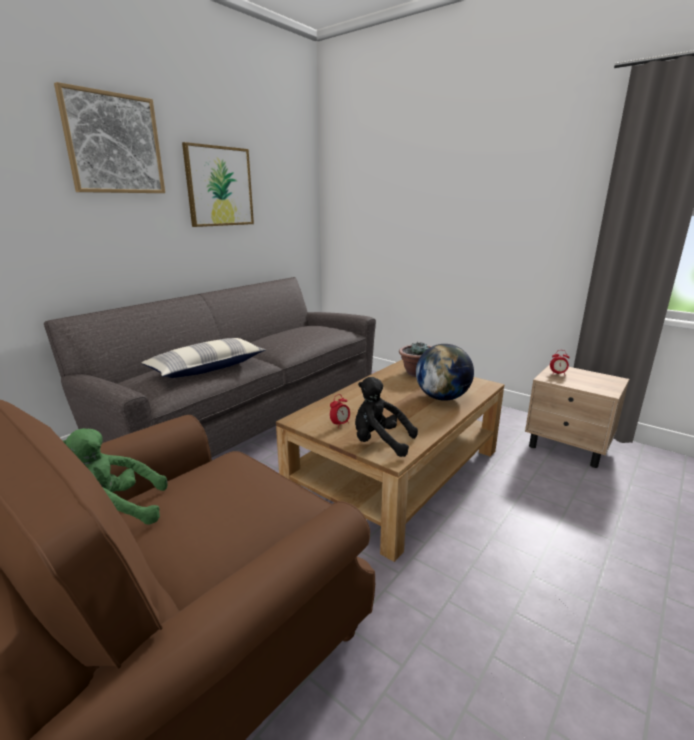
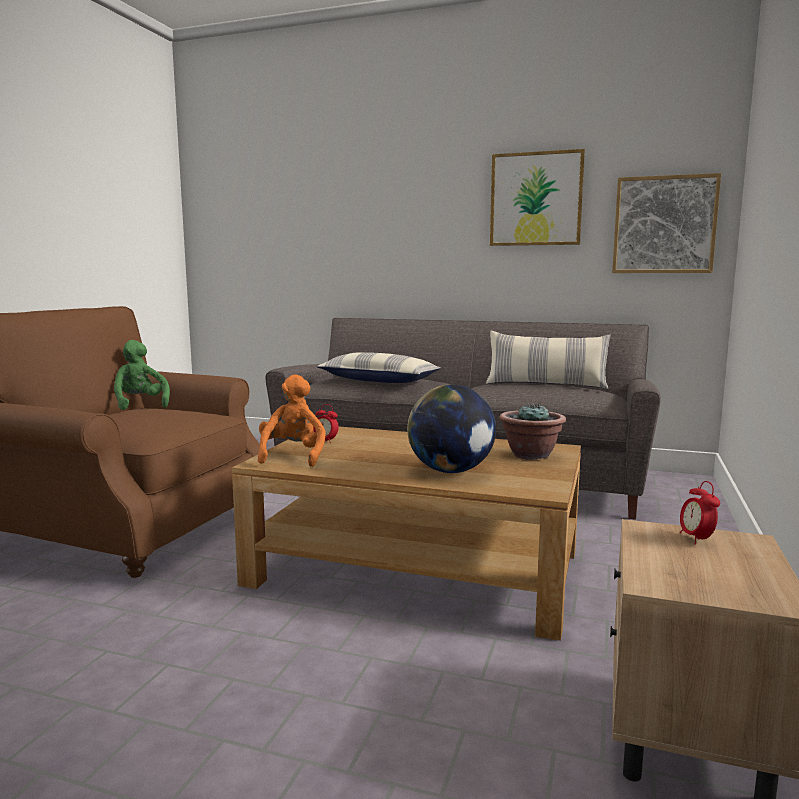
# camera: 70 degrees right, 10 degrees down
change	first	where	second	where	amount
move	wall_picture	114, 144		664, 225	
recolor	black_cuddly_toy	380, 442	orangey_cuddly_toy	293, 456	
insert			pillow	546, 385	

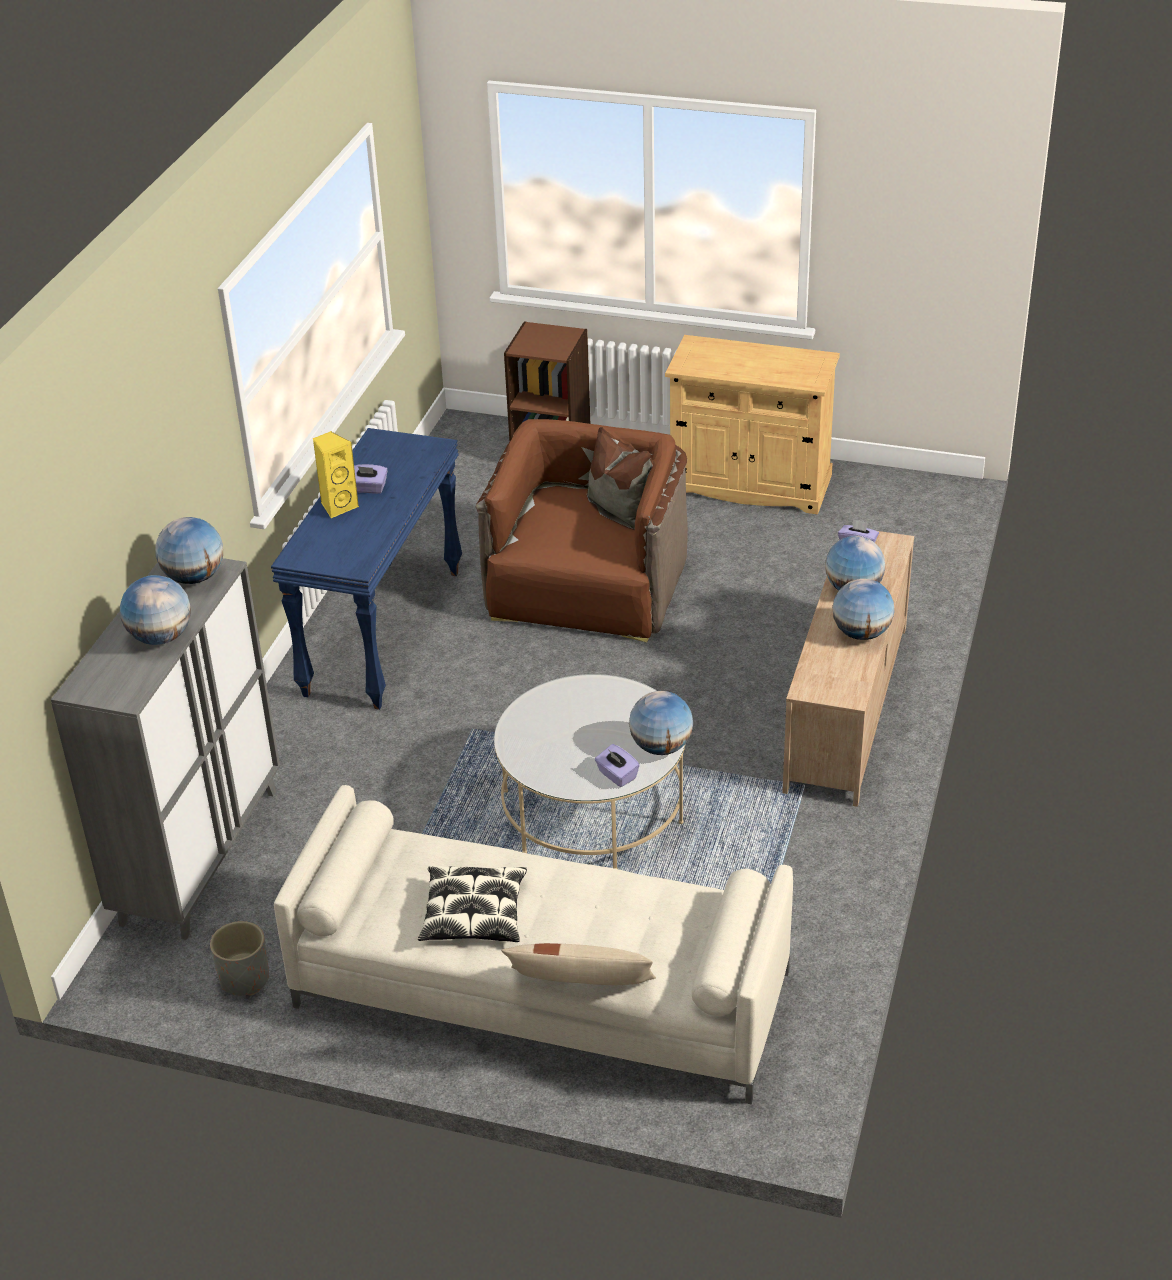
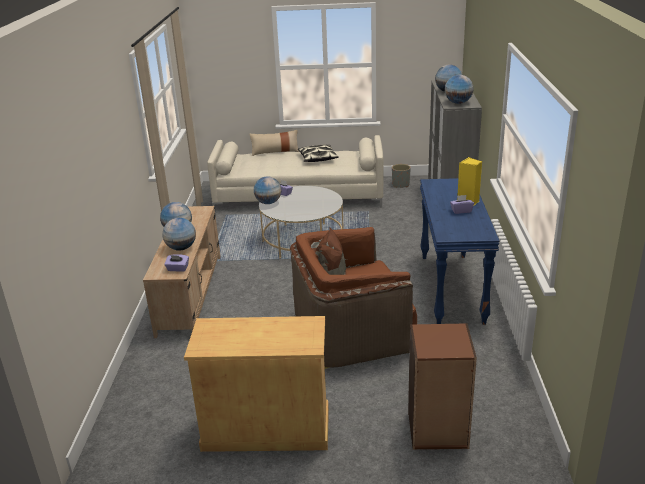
# camera: 165 degrees right, 10 degrees down
change	first	where	second	where	amount
rotate	brownish_armchair	588, 587		352, 330	75 degrees clockwise

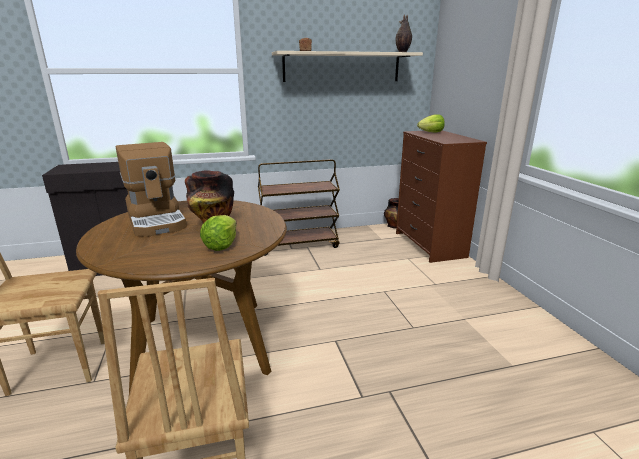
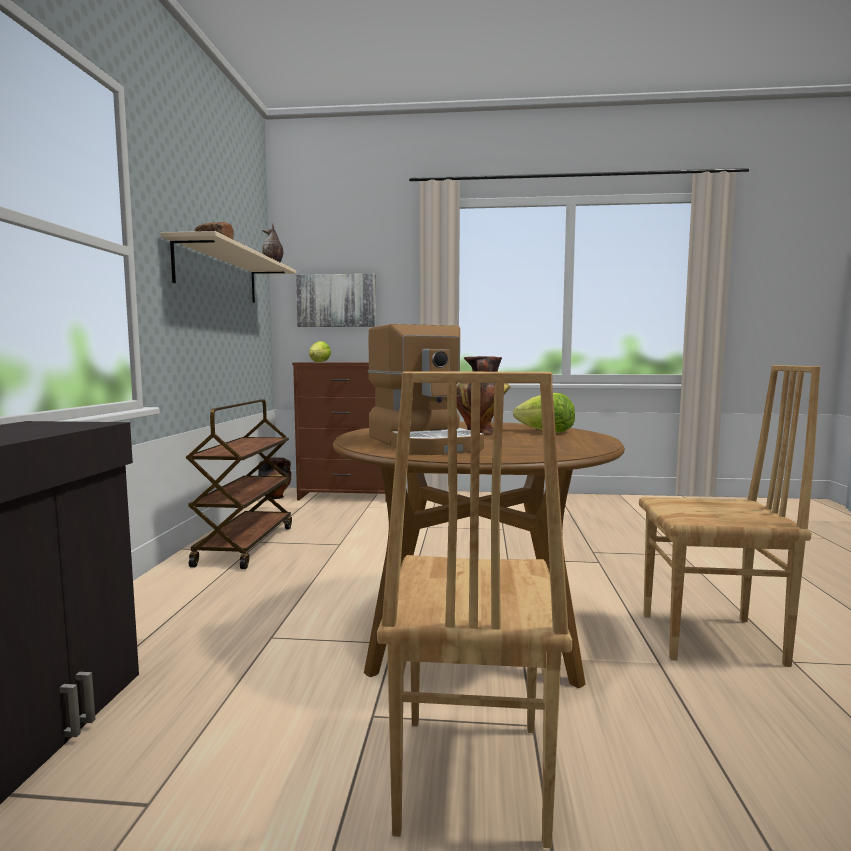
# camera: 70 degrees left, 15 degrees down
change	first	where	second	where	amount
rotate	coffee_brewer	157, 220		425, 443	75 degrees clockwise
insert			wall_picture	336, 301	

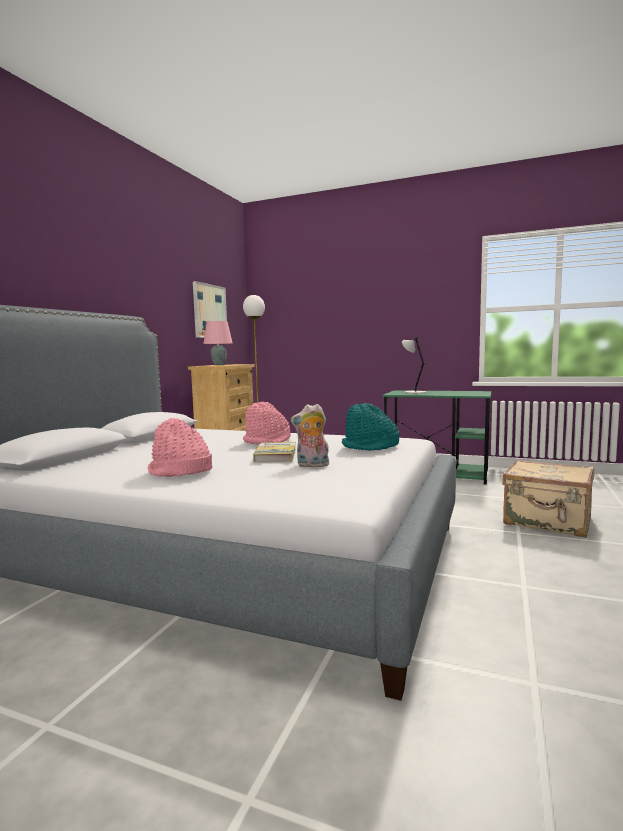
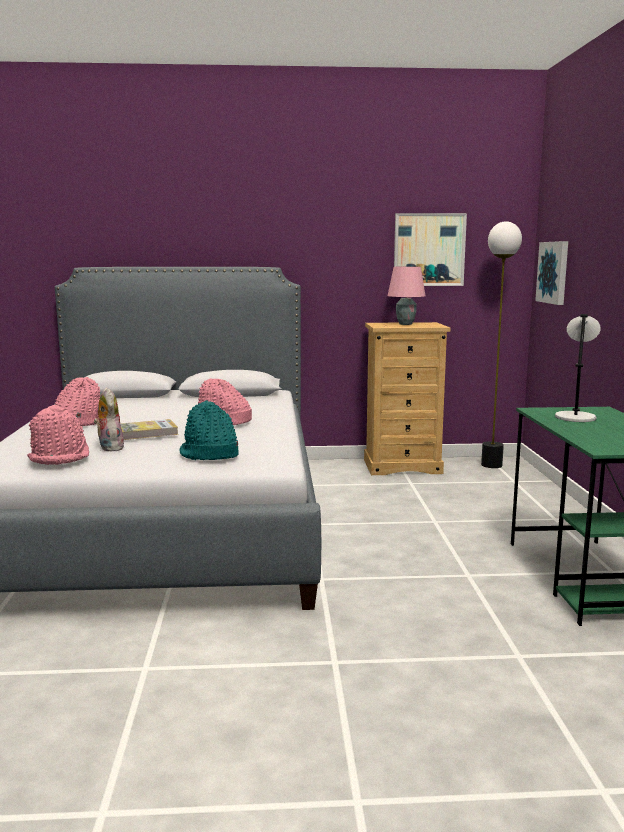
# camera: 65 degrees right, 5 degrees up
change	first	where	second	where	amount
delete	sand-coloured_suitcase	547, 522			
insert			pink-coloured_clothing_hat	60, 457	
insert			wall_picture	553, 272	

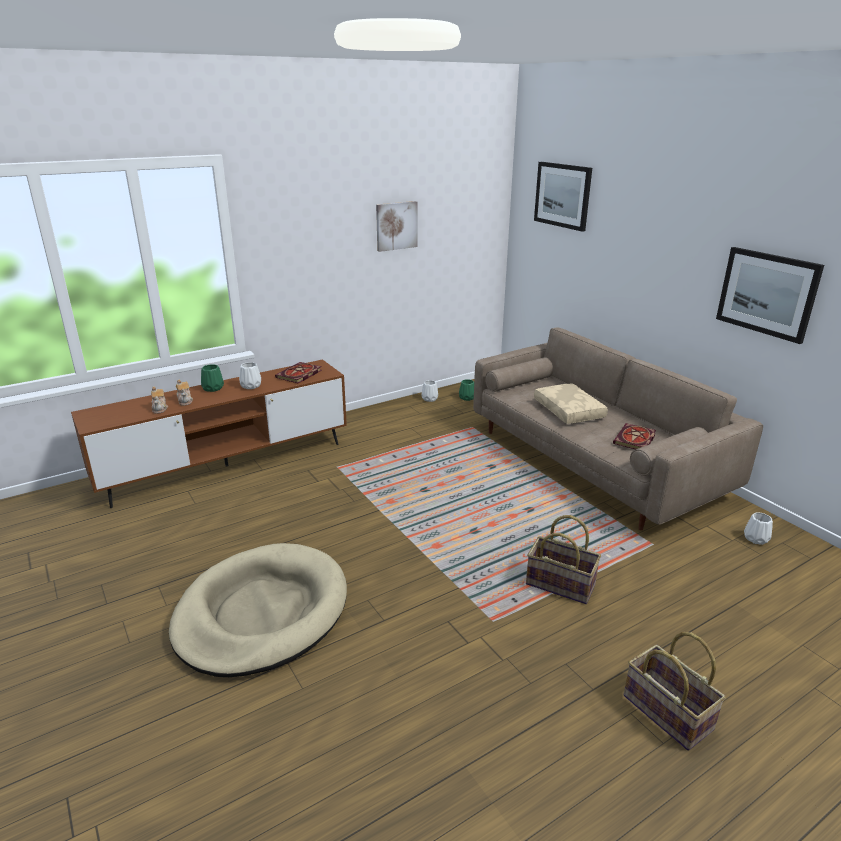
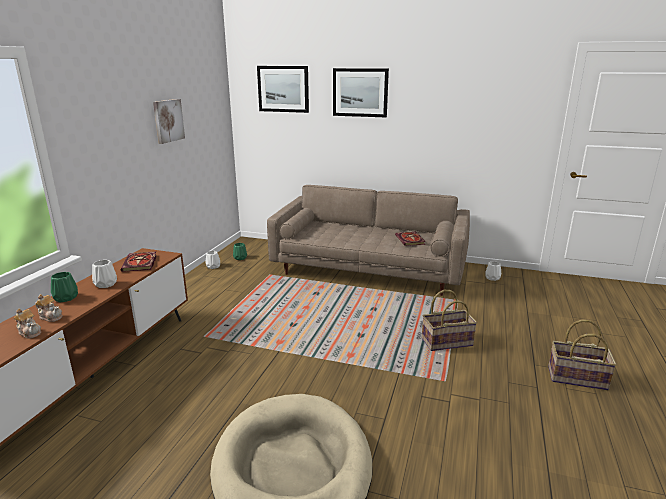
# camera: 40 degrees left, 5 degrees down
change	first	where	second	where	amount
delete	sand-coloured_pillow	570, 411			
move	wall_picture	767, 293		360, 92	

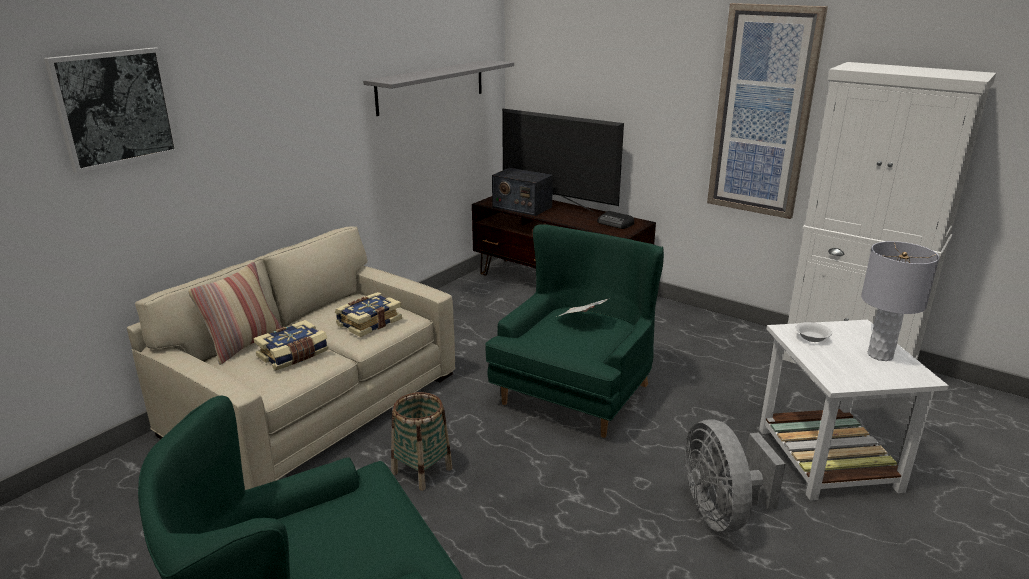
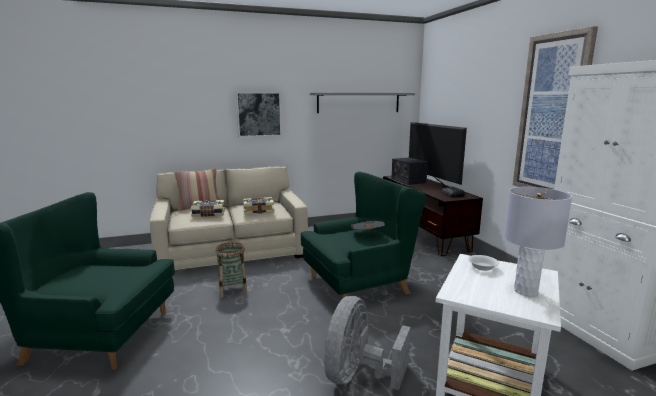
# camera: 35 degrees right, 10 degrees down
change	first	where	second	where	amount
move	wall_picture	114, 108		259, 114	

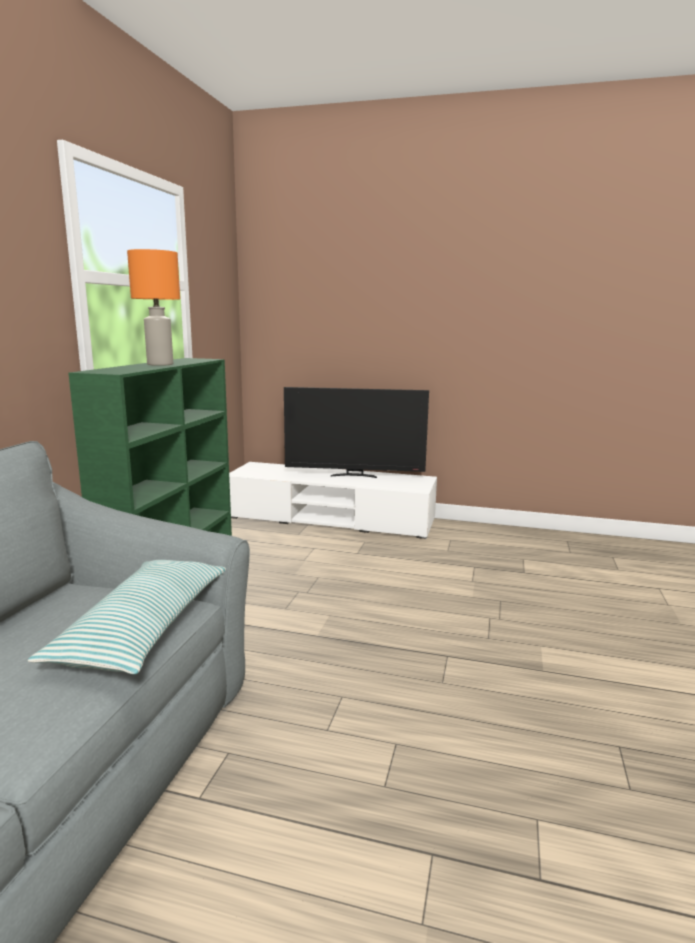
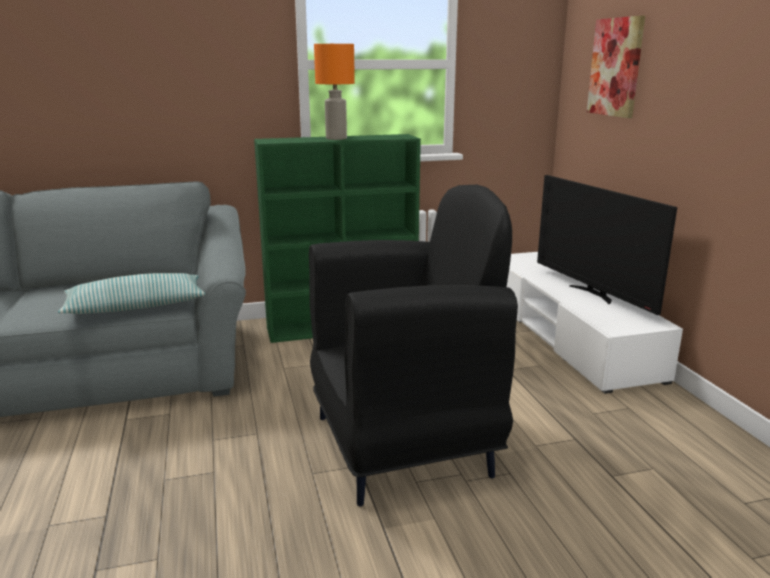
# camera: 60 degrees right, 5 degrees up
change	first	where	second	where	amount
insert			black_armchair	405, 445	
insert			wall_picture	616, 67	

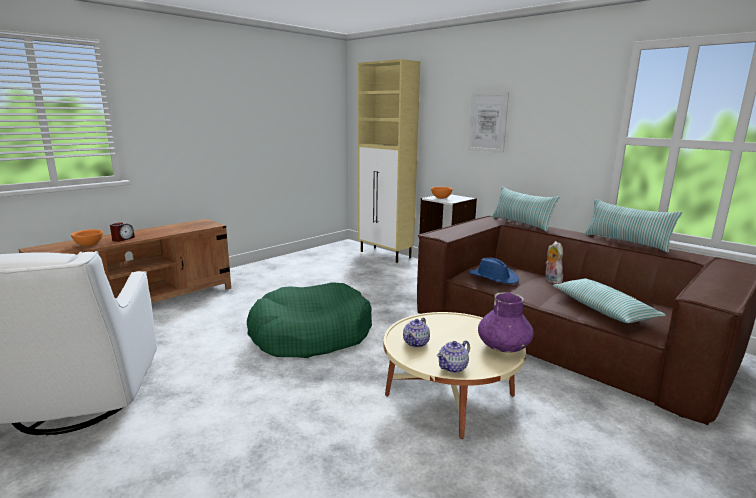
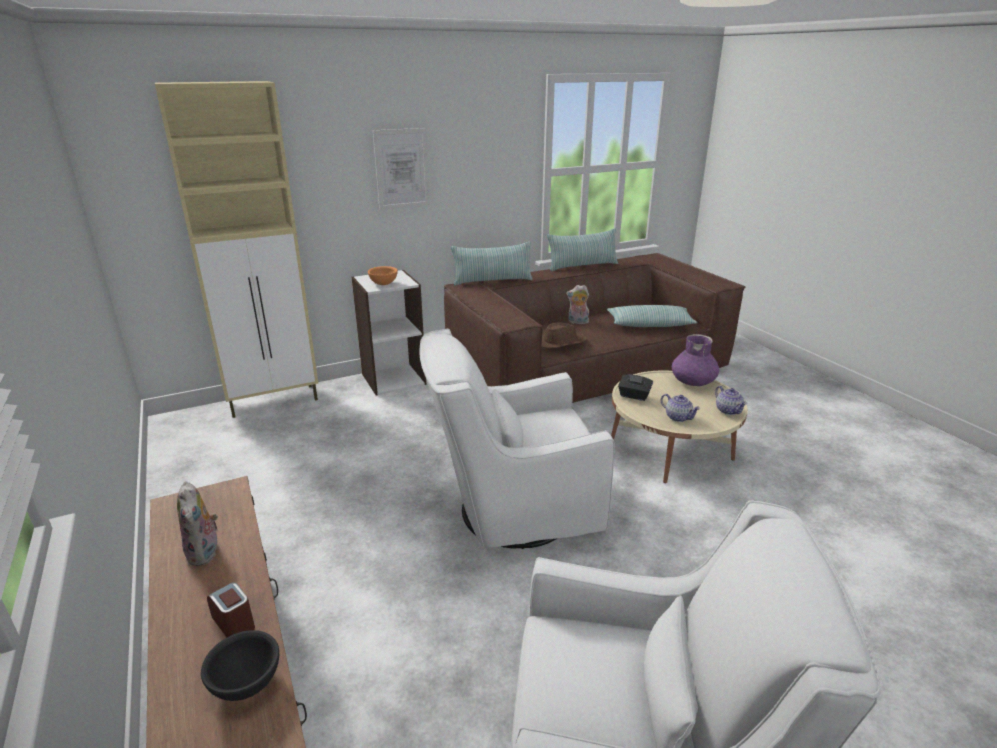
# camera: 70 degrees left, 10 degrees up
change	first	where	second	where	amount
recolor	orangey_serving_bowl	89, 245	black_serving_bowl	245, 683	
replace	green-coloured_pet_bed	310, 334	white-coloured_armchair	511, 511	
recolor	bluish_clothing_hat	493, 277	brownish_clothing_hat	560, 342	
insert			cuddly_toy	205, 552	
insert			black_box_of_tissues	634, 396	

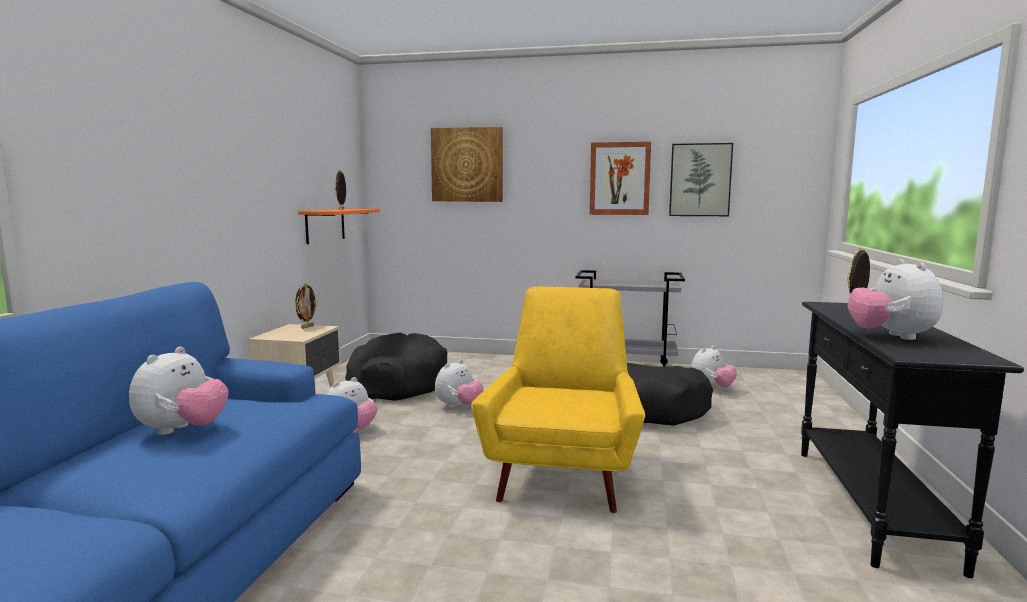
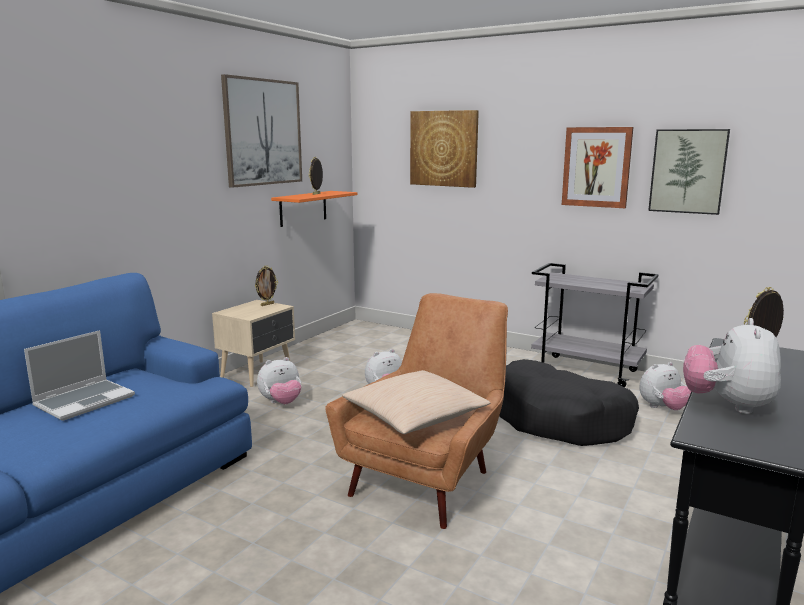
# camera: 20 degrees right, 5 degrees up
change	first	where	second	where	amount
replace	cuddly_toy	182, 430	laptop	85, 400	
delete	black_pet_bed	397, 382			
recolor	yellowish_armchair	563, 472	brownish_armchair	429, 477	
insert			wall_picture	263, 132	
insert			sand-coloured_pillow	414, 416	

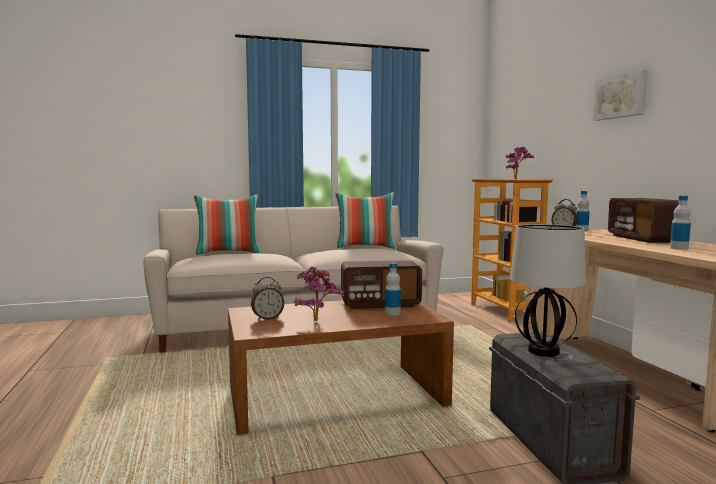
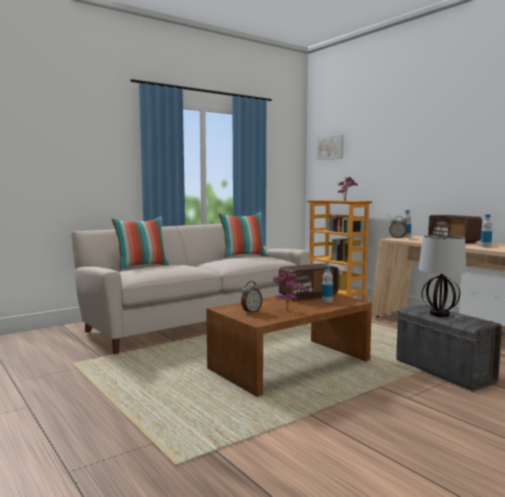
# camera: 20 degrees left, 0 degrees up
change	first	where	second	where	amount
move	wall_picture	621, 96		330, 147	

